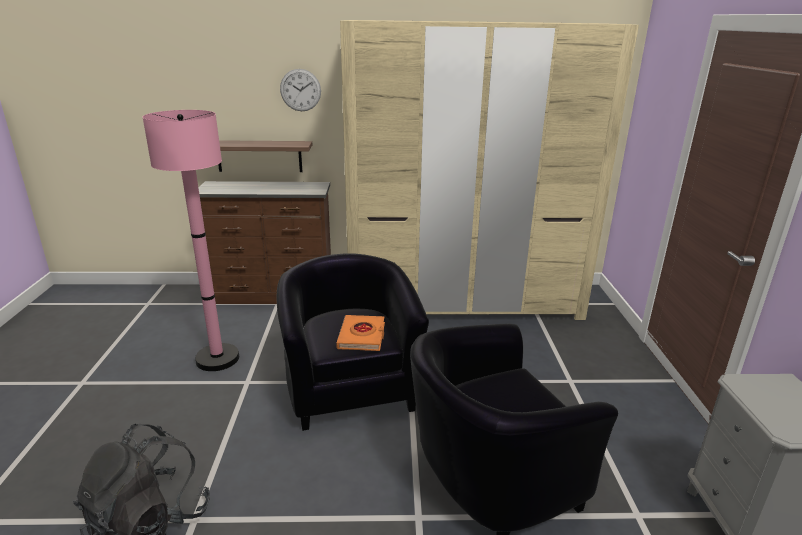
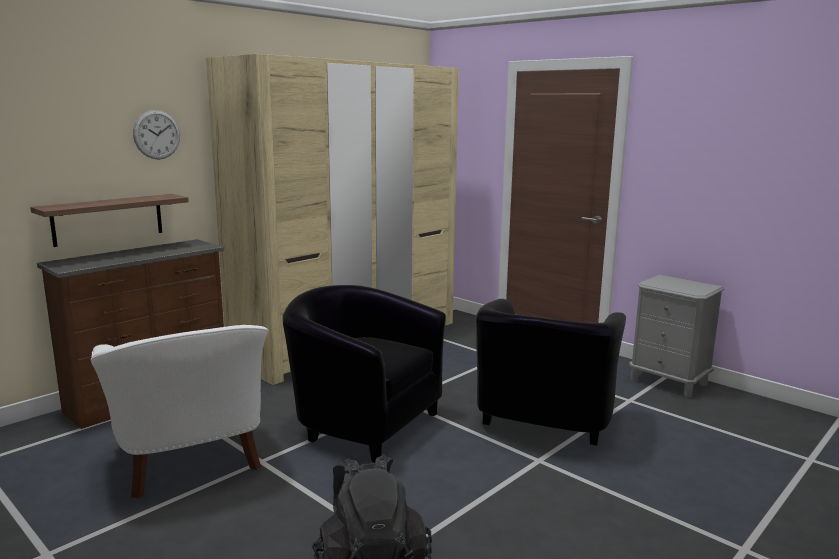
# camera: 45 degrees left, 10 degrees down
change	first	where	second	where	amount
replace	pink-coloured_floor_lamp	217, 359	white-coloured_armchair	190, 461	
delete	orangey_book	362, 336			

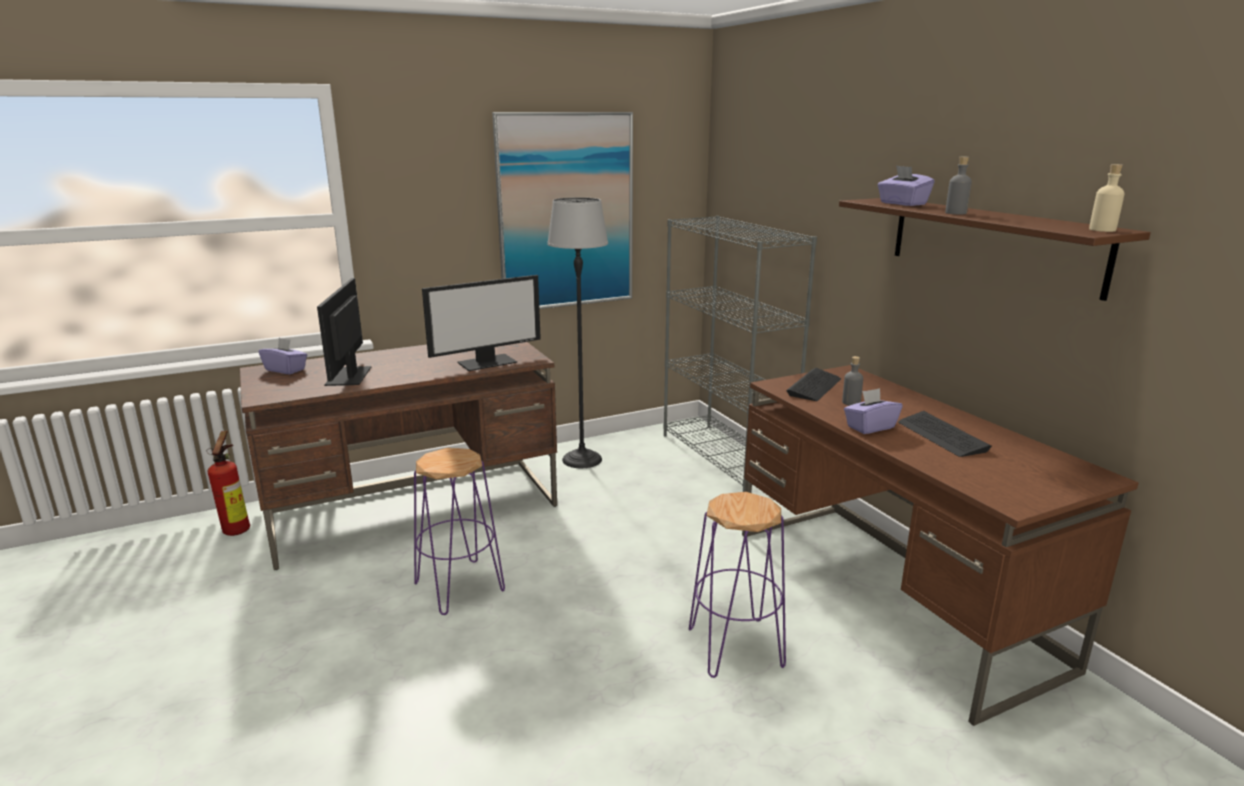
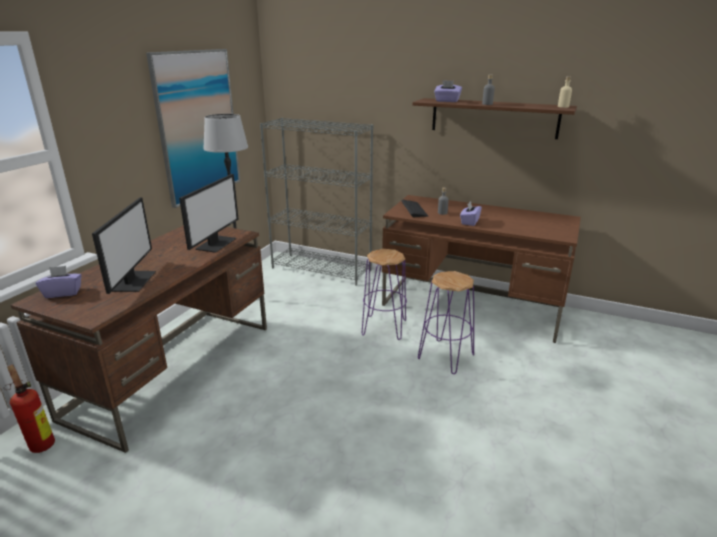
# camera: 40 degrees left, 5 degrees up
change	first	where	second	where	amount
rotate	computer_display	349, 376		133, 281	135 degrees counterclockwise
move	purplish_stool	459, 587		384, 328	
delete	keyboard	941, 436			

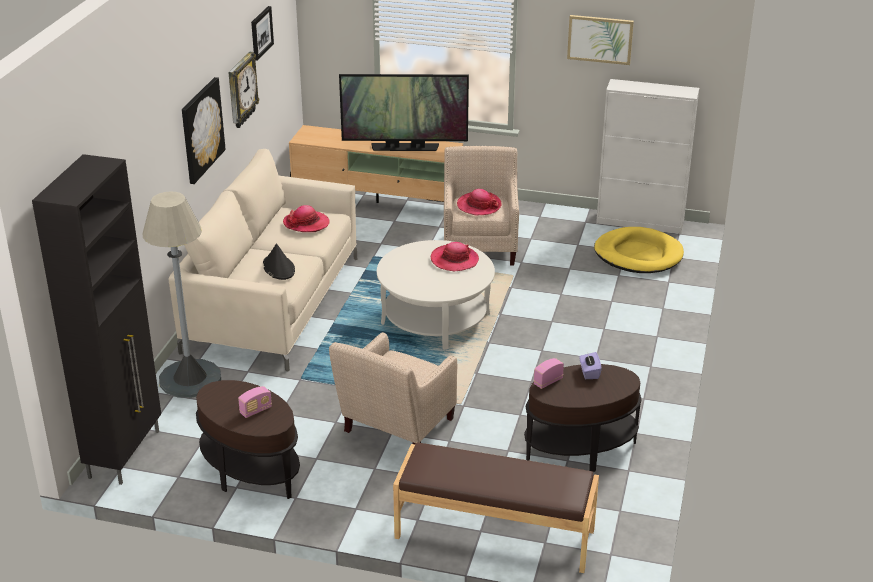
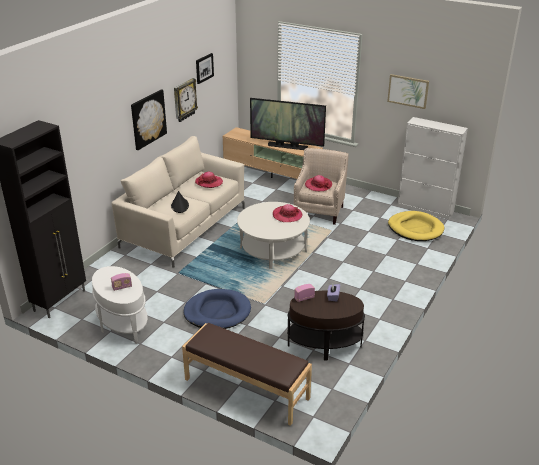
# camera: 15 degrees right, 0 degrees up
change	first	where	second	where	amount
delete	greyish_floor_lamp	190, 379			
recolor	brownish_end_table	250, 472	white-coloured_end_table	122, 323	
replace	sand-coloured_armchair	394, 429	bluish_pet_bed	217, 312	

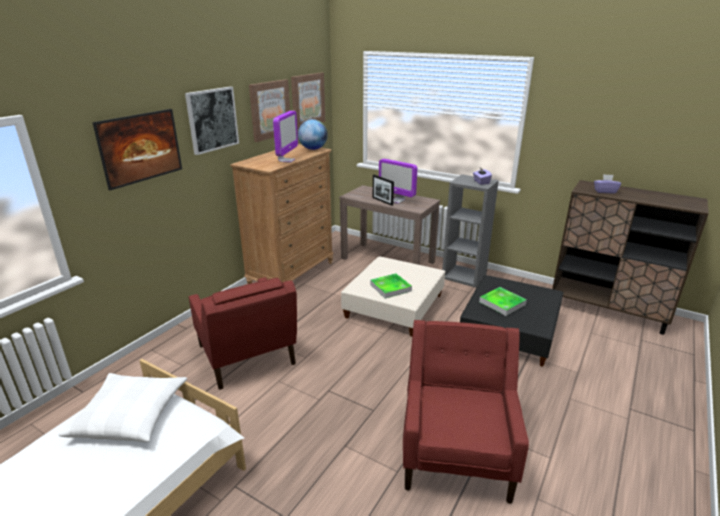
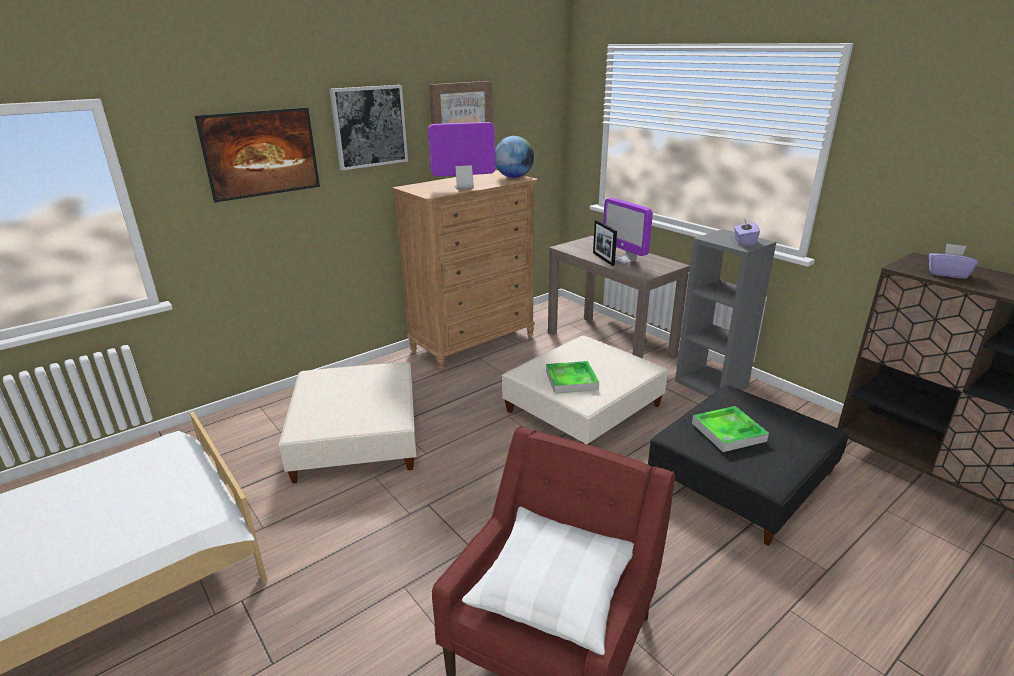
# camera: 20 degrees right, 0 degrees up
change	first	where	second	where	amount
move	white-coloured_pillow	130, 415		555, 586	
replace	red-coloured_armchair	247, 356	sand-coloured_ottoman	357, 437	
rotate	computer_display	286, 160		464, 188	135 degrees counterclockwise
delete	wall_picture	307, 100			

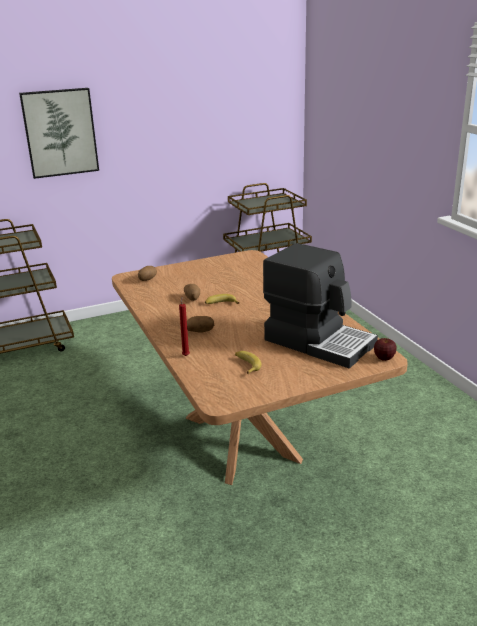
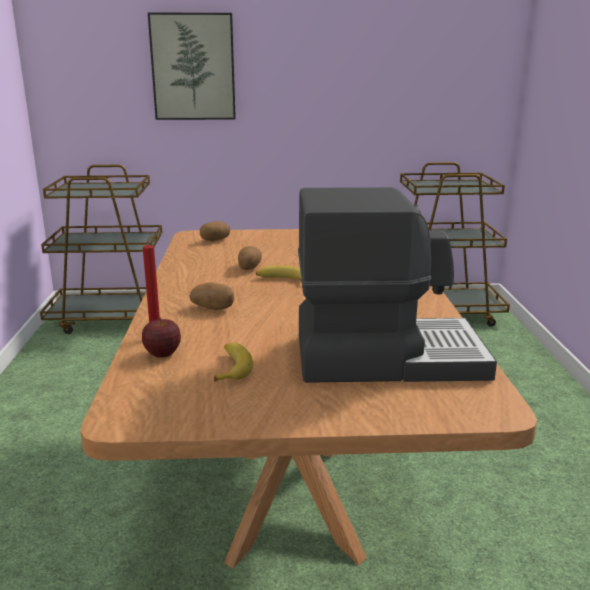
# camera: 20 degrees right, 5 degrees down
change	first	where	second	where	amount
rotate	coffee_brewer	319, 341		386, 356	60 degrees counterclockwise
move	apple_fruit	384, 358		162, 354	

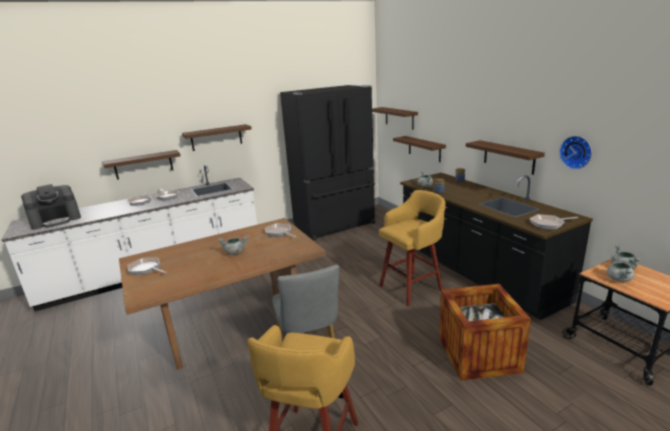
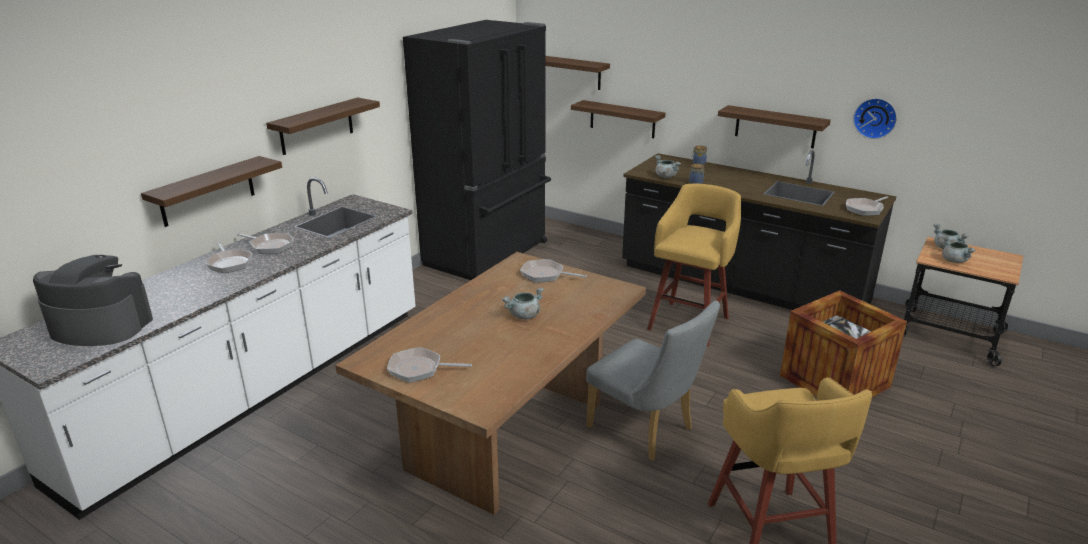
# camera: 30 degrees left, 5 degrees up
change	first	where	second	where	amount
rotate	coffee_brewer	56, 220		100, 326	105 degrees counterclockwise

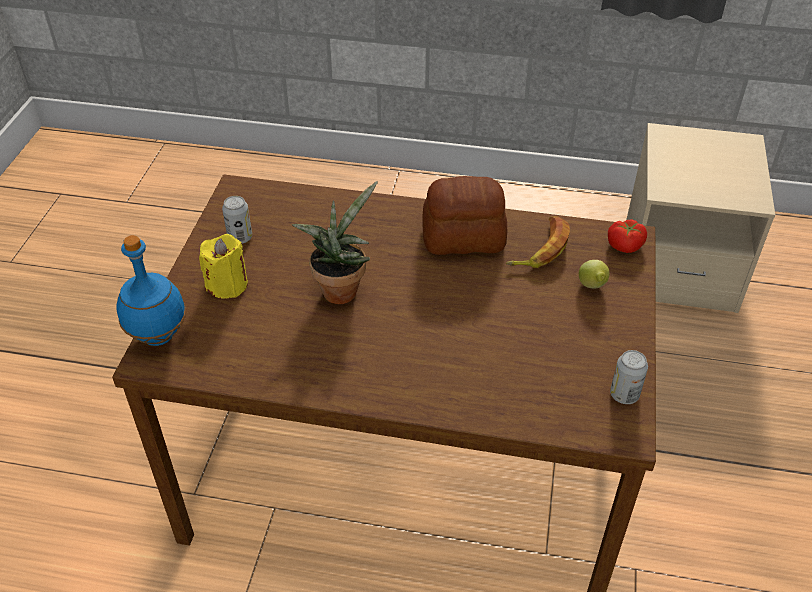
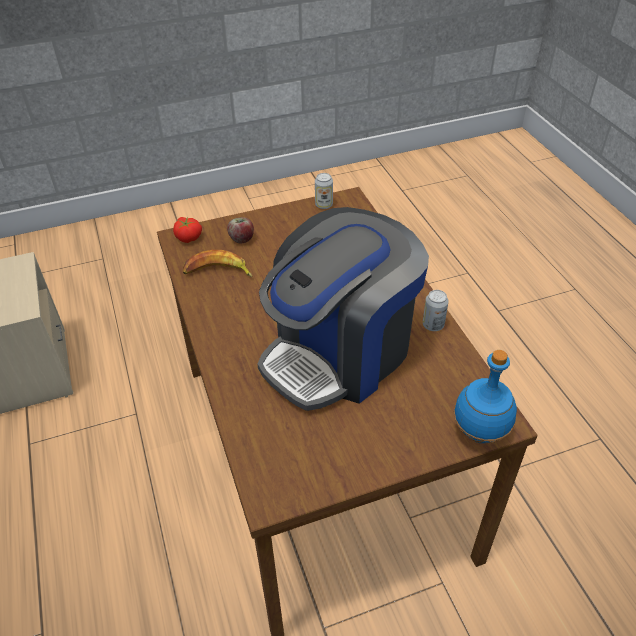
# camera: 120 degrees left, 0 degrees up
change	first	where	second	where	amount
delete	yellowish_wax_candle	227, 285			
move	metal_can	240, 237		433, 325	
replace	plant_in_a_pot	341, 288	coffee_brewer	340, 353	
delete	bakery_bread	464, 238			
replace	whole_lemon	592, 287	apple_fruit	242, 239	

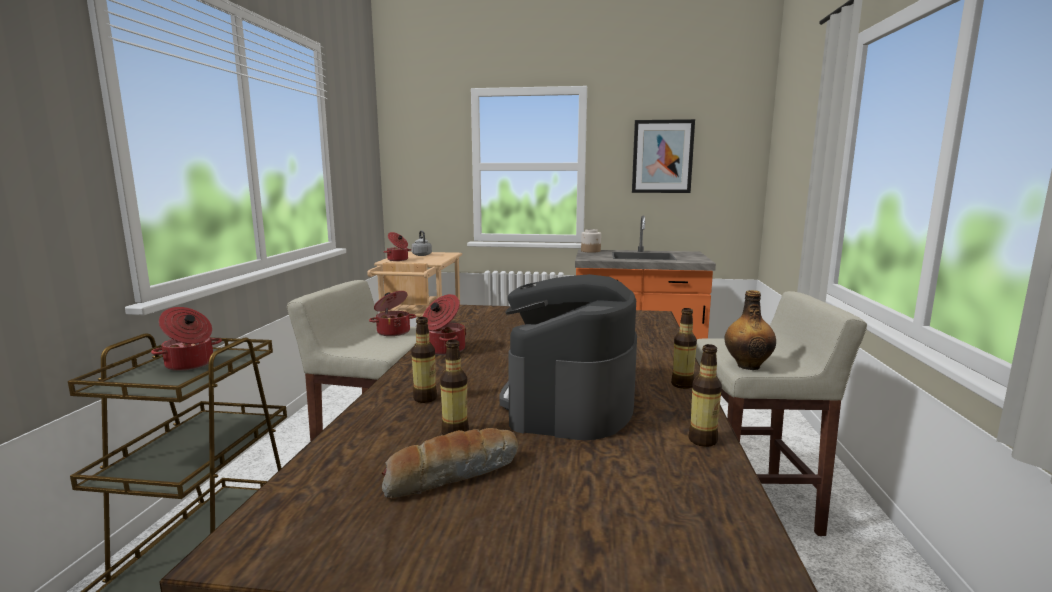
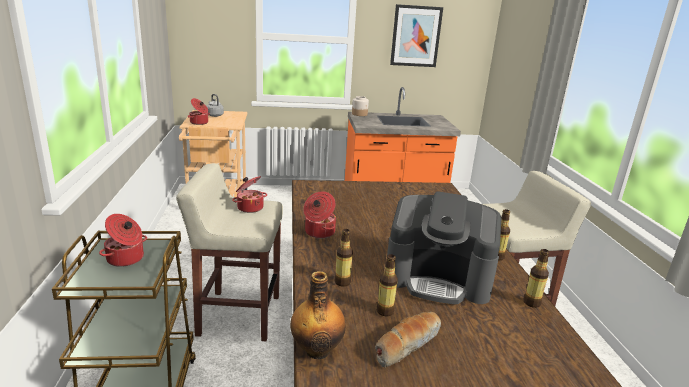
# camera: 15 degrees left, 10 degrees up
change	first	where	second	where	amount
rotate	coffee_brewer	569, 402		438, 278	75 degrees counterclockwise
move	beverage_bottle	748, 365		317, 349	

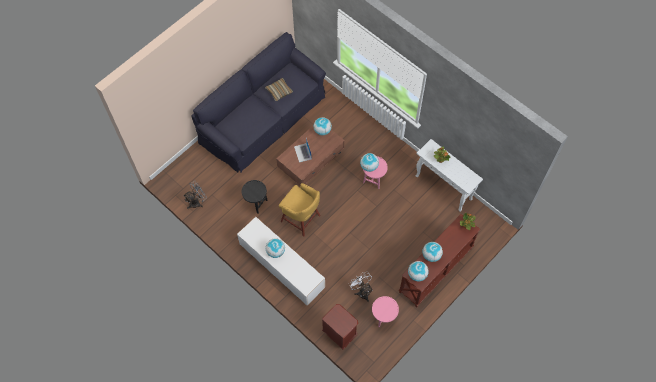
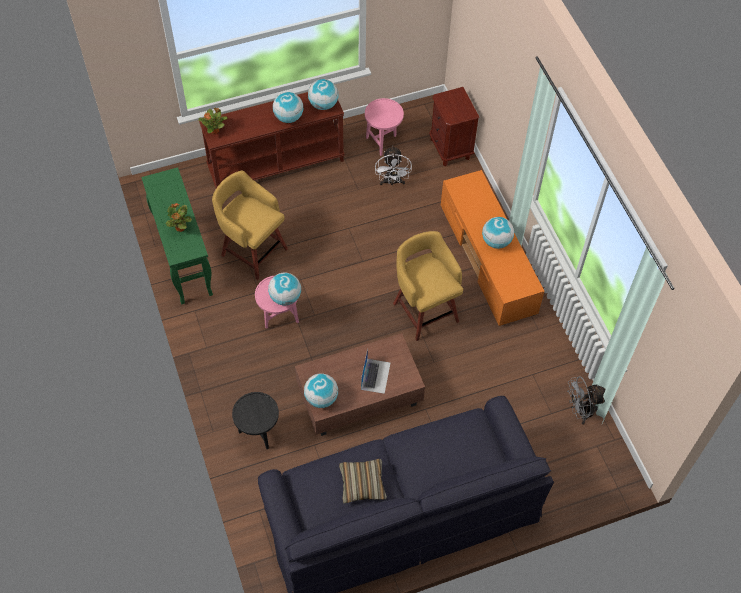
# camera: 155 degrees left, 5 degrees down
change	first	where	second	where	amount
recolor	white-coloured_tv_stand	281, 266	orangey_tv_stand	488, 260	
move	black_end_table	256, 203		259, 435	
recolor	white-coloured_hall_table	444, 188	green-coloured_hall_table	184, 260	
insert			yellowish_stool	253, 251	

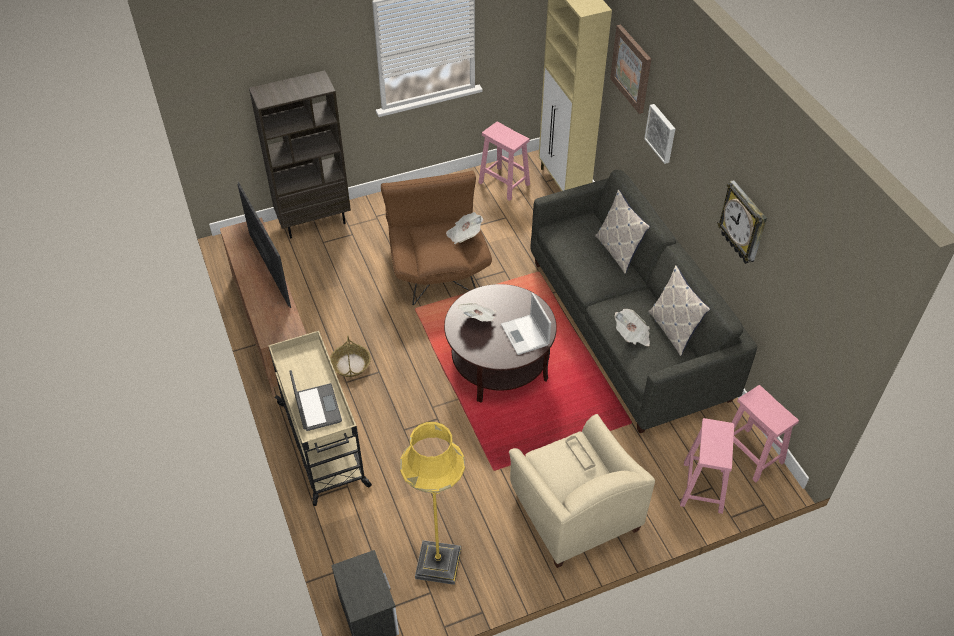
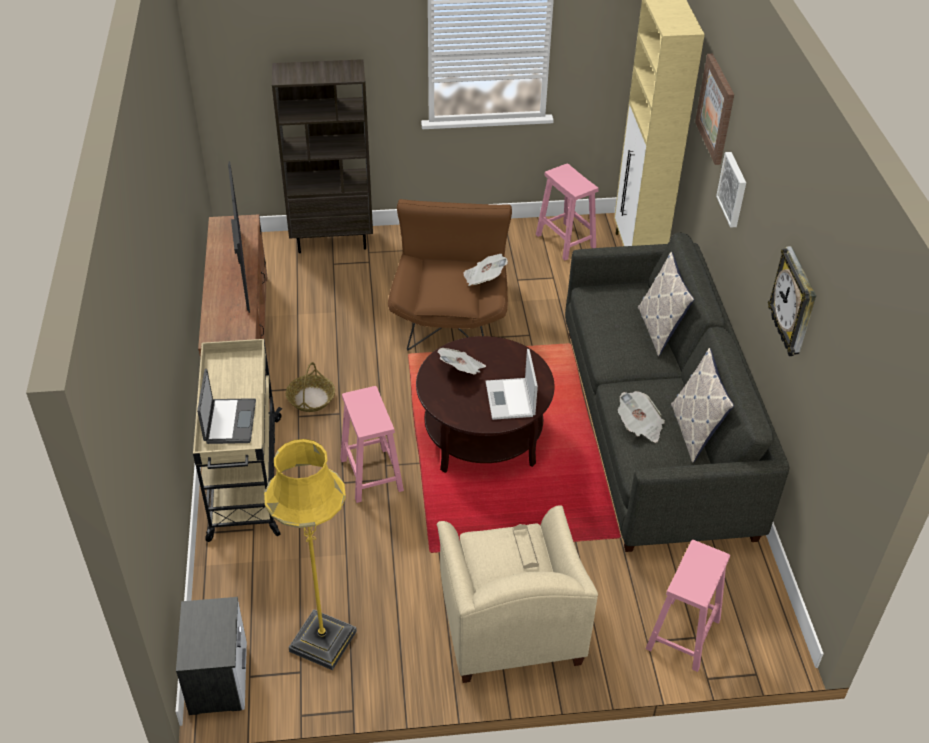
# camera: 15 degrees right, 5 degrees down
change	first	where	second	where	amount
move	pink-coloured_stool	750, 454		371, 473	

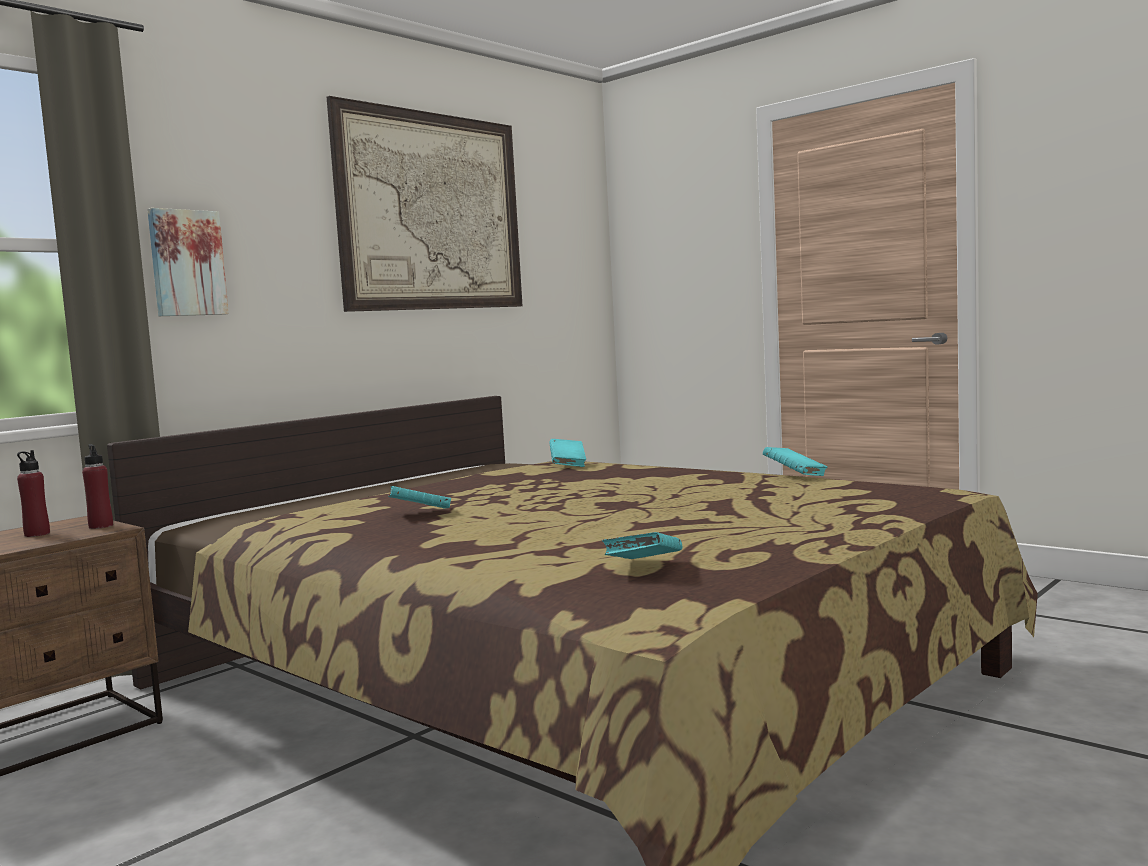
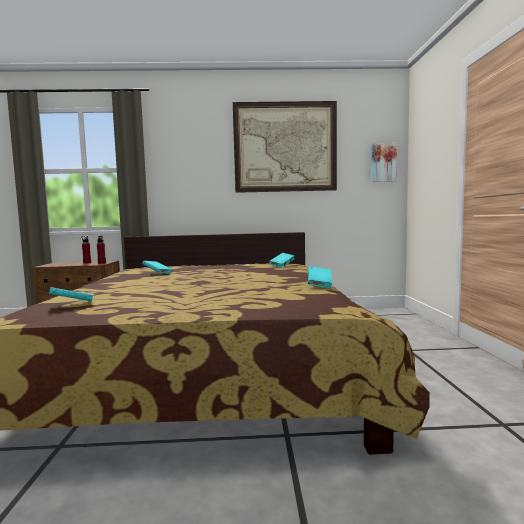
# camera: 45 degrees right, 0 degrees up
change	first	where	second	where	amount
move	wall_picture	186, 263		383, 162	

